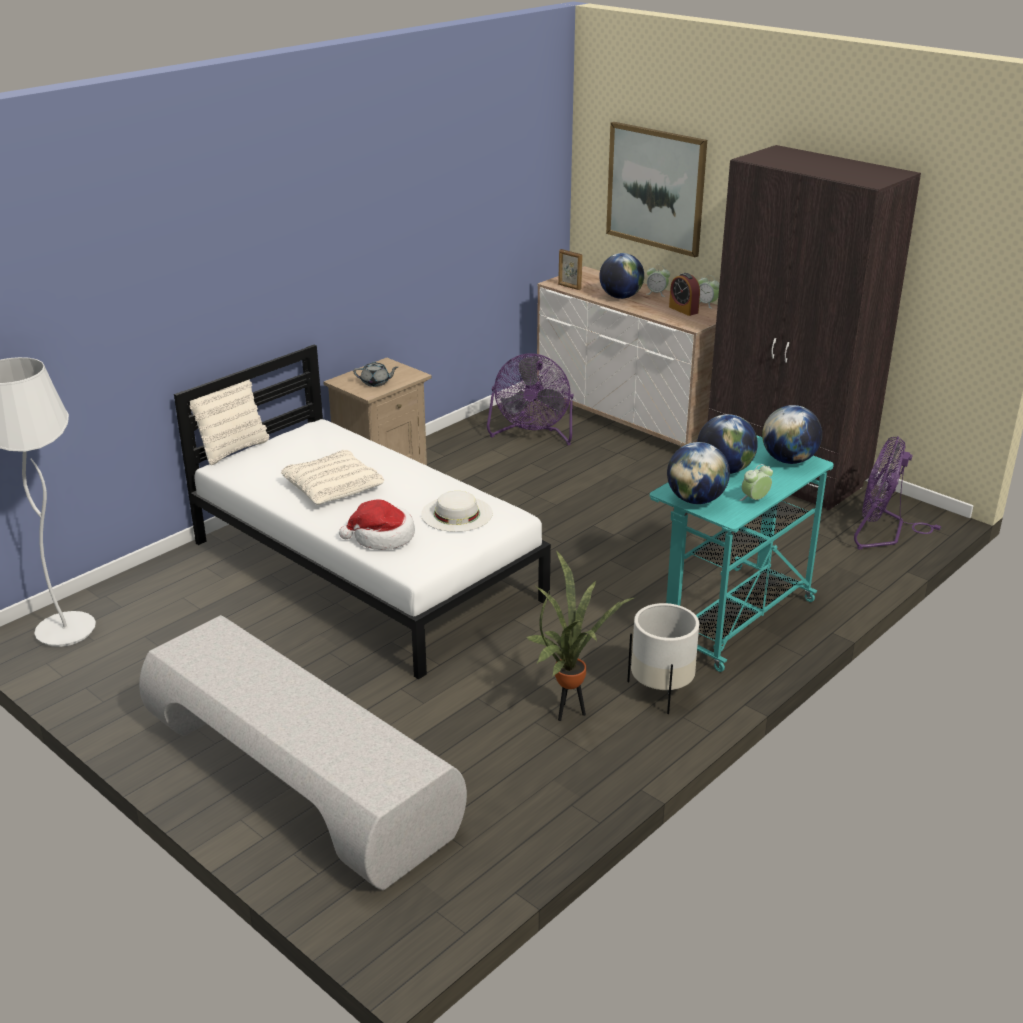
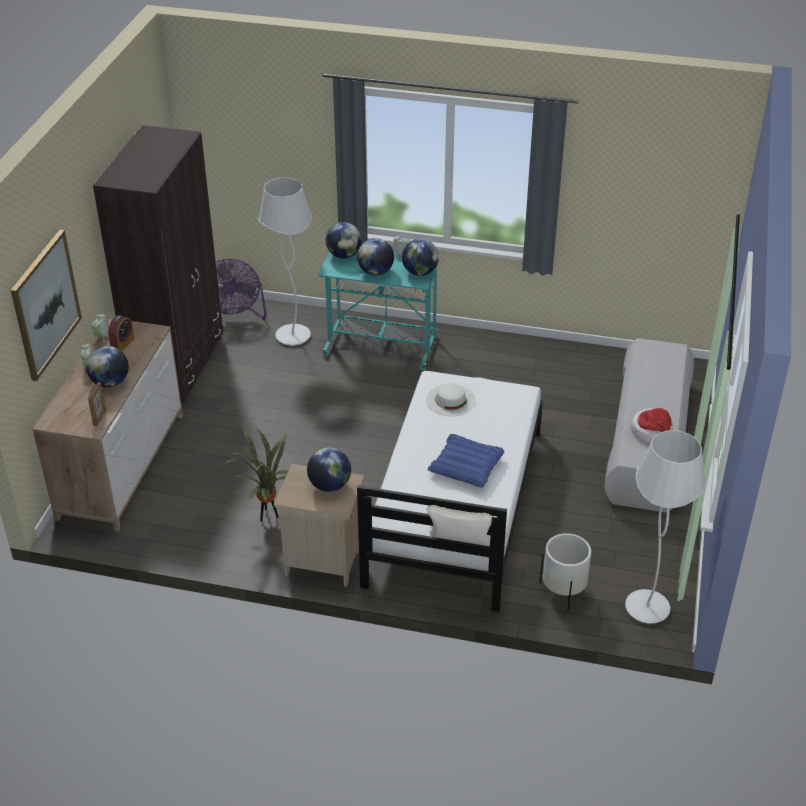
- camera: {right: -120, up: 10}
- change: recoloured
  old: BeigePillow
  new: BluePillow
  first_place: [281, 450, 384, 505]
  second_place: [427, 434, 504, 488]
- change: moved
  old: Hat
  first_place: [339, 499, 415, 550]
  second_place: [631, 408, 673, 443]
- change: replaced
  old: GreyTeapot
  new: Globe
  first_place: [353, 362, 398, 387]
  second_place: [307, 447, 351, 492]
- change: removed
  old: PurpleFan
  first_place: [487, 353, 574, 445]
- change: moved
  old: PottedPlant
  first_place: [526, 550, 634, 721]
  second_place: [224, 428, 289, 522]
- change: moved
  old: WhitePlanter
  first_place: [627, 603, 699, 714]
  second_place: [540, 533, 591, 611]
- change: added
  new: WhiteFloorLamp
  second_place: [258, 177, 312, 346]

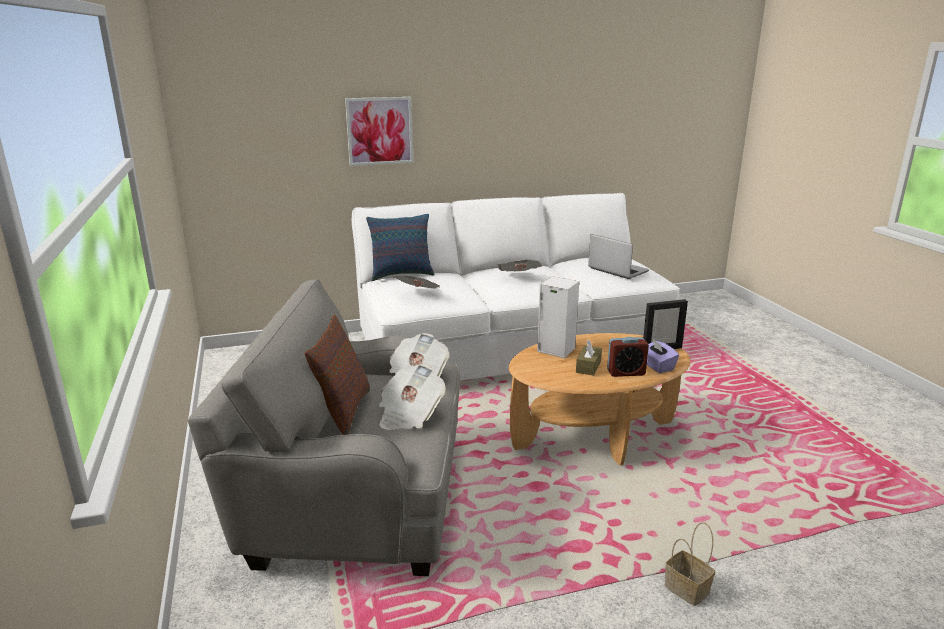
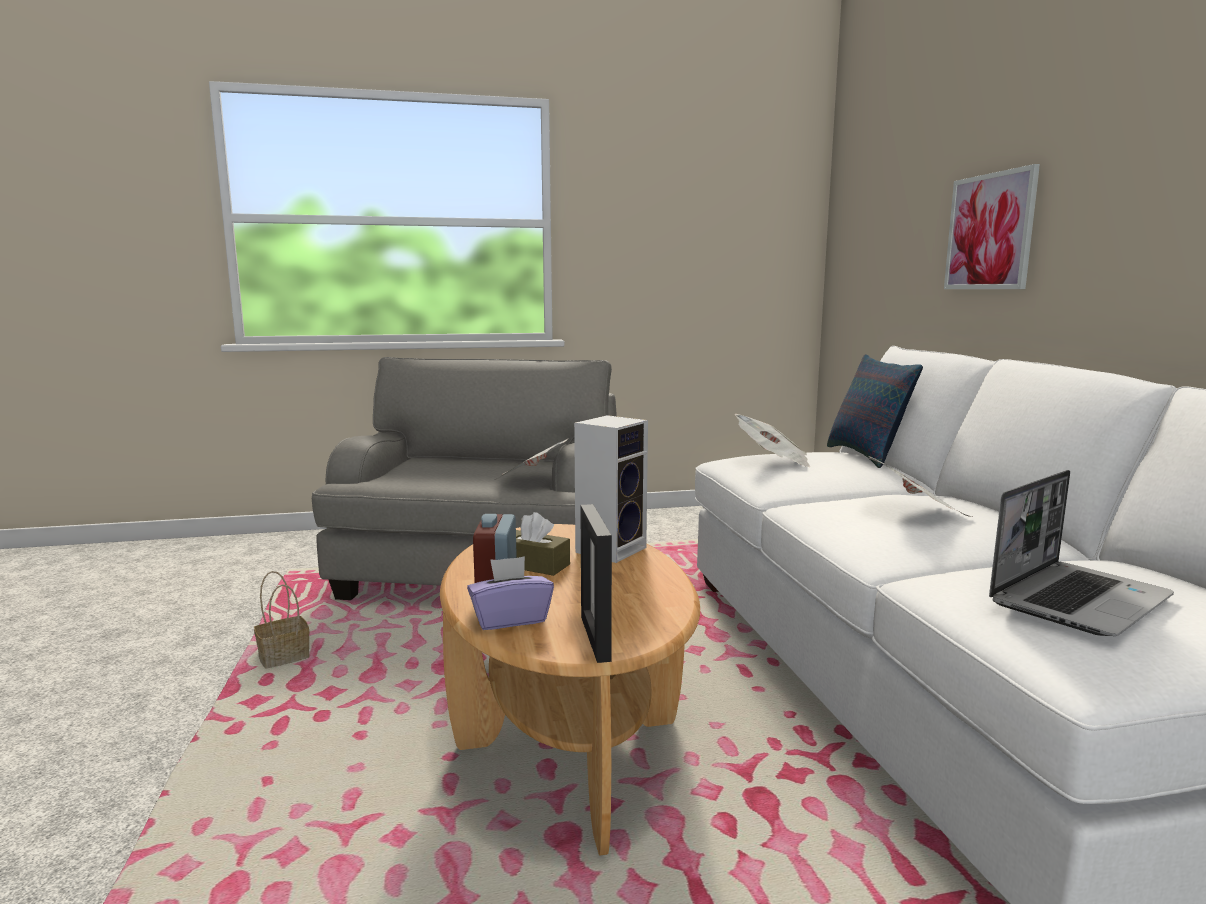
- camera: {right: 95, up: -10}
- change: removed
  old: BrownPillow
  first_place: [305, 315, 370, 435]
- change: removed
  old: Newspaper
  first_place: [379, 364, 446, 430]
- change: moved
  old: Basket
  first_place: [664, 522, 715, 606]
  second_place: [254, 571, 310, 669]

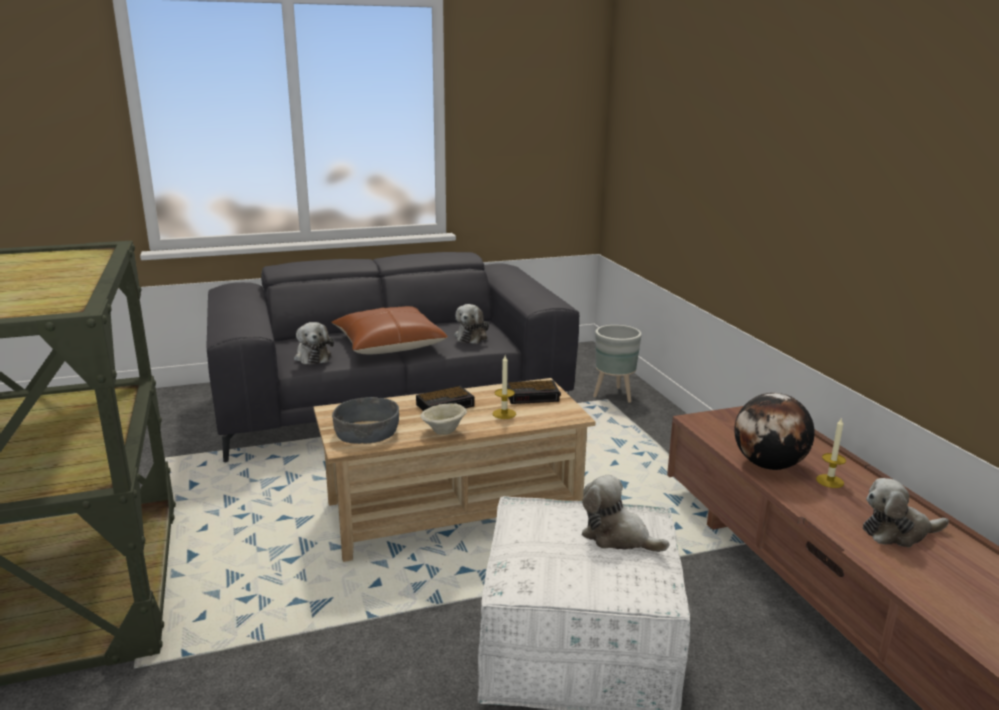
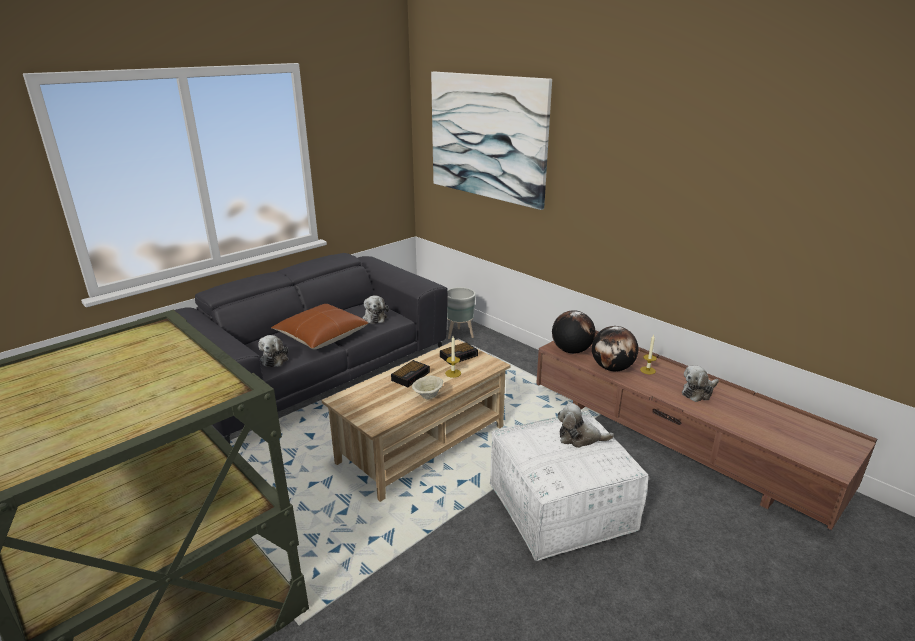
- camera: {right: -25, up: 5}
- change: turned
  old: PlushToy
  first_place: [294, 322, 334, 365]
  second_place: [258, 335, 288, 367]
  degrees: 45
- change: removed
  old: GreyBowl
  first_place: [332, 397, 399, 444]
- change: added
  new: Picture
  second_place: [431, 72, 552, 210]
- change: added
  new: Globe
  second_place: [552, 310, 596, 354]

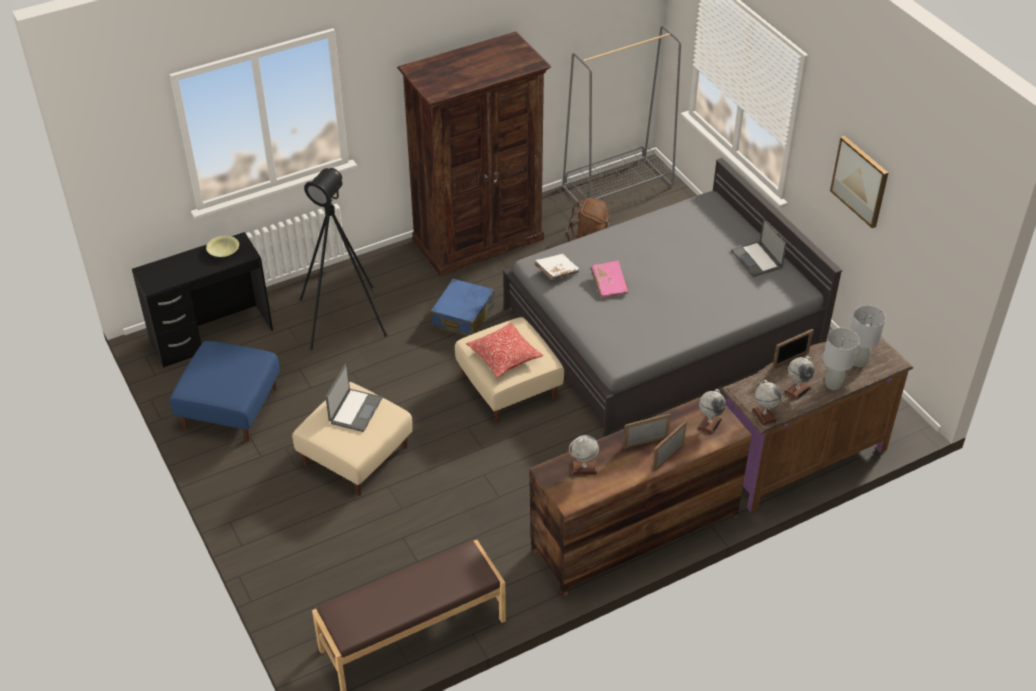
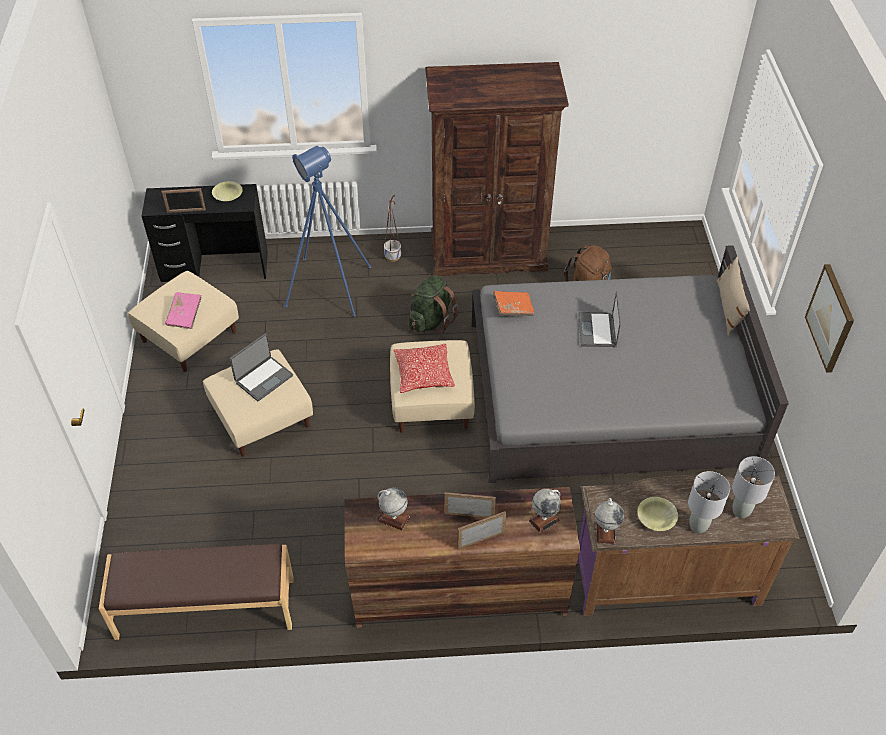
- camera: {right: 25, up: 5}
- change: recoloured
  old: BlueOttoman
  new: BeigeOttoman
  first_place: [170, 341, 280, 442]
  second_place: [128, 271, 239, 372]
- change: recoloured
  old: BlackFloorLamp
  new: BlueFloorLamp
  first_place: [299, 168, 387, 350]
  second_place: [284, 146, 371, 317]
- change: replaced
  old: BlueSuitcase
  new: GreenBackpack
  first_place: [431, 279, 495, 337]
  second_place: [409, 275, 458, 334]
- change: recoloured
  old: WhiteBook
  new: OrangeBook
  first_place: [534, 254, 579, 280]
  second_place: [493, 291, 534, 316]
- change: removed
  old: GreyClothesRack
  first_place: [562, 26, 681, 207]
- change: moved
  old: PinkBook
  first_place: [591, 260, 629, 298]
  second_place: [165, 292, 201, 329]
- change: moved
  old: Laptop
  first_place: [731, 218, 787, 277]
  second_place: [578, 291, 621, 347]
- change: moved
  old: PictureFrame
  first_place: [772, 329, 813, 369]
  second_place: [161, 188, 206, 213]
- change: replaced
  old: Globe
  new: YellowBowl
  first_place: [784, 357, 815, 400]
  second_place: [637, 497, 678, 531]
- change: added
  new: Planter
  second_place: [384, 195, 401, 262]
- change: added
  new: BeigePillow
  second_place: [717, 257, 750, 336]

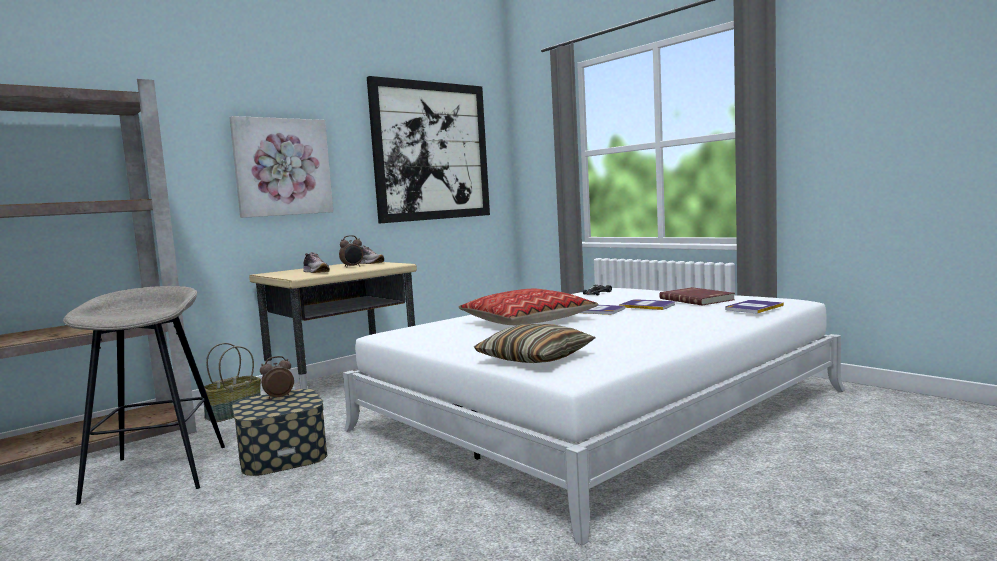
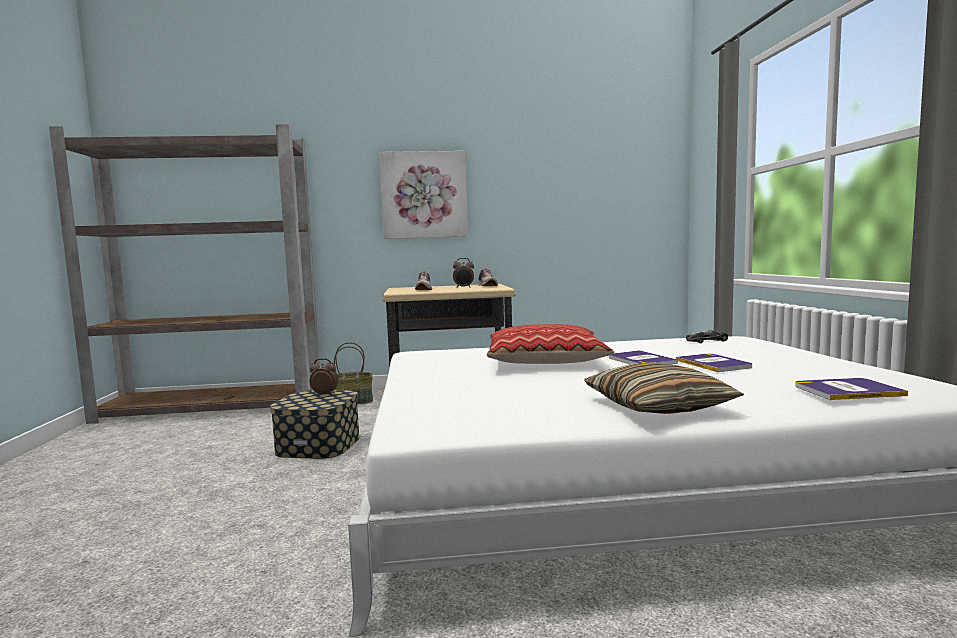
- camera: {right: 35, up: 0}
- change: removed
  old: GreyStool
  first_place: [63, 286, 225, 505]
- change: removed
  old: Picture
  first_place: [367, 76, 490, 223]
- change: moved
  old: Pillow
  first_place: [473, 324, 596, 363]
  second_place: [584, 362, 744, 414]
- change: removed
  old: RedBook
  first_place: [659, 287, 735, 306]

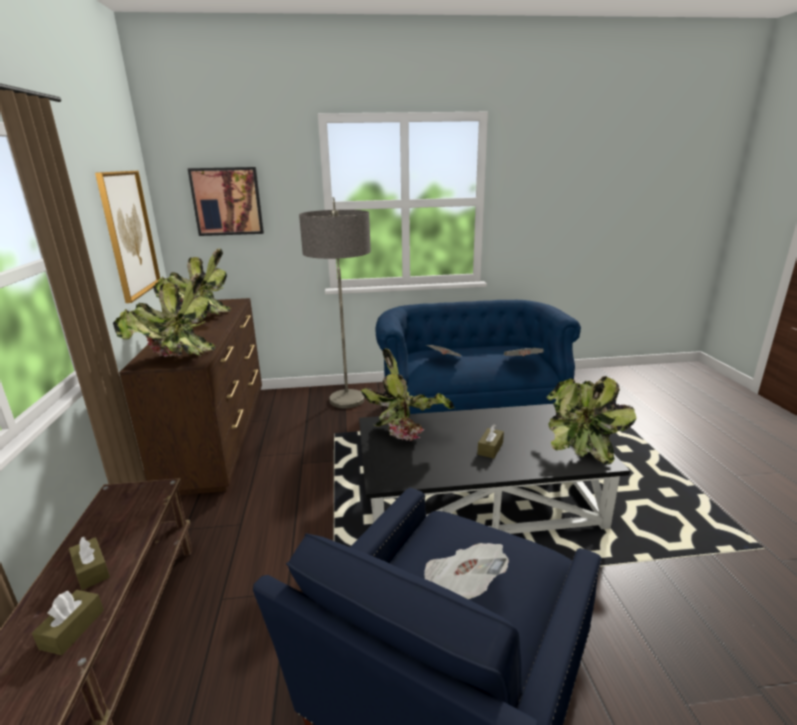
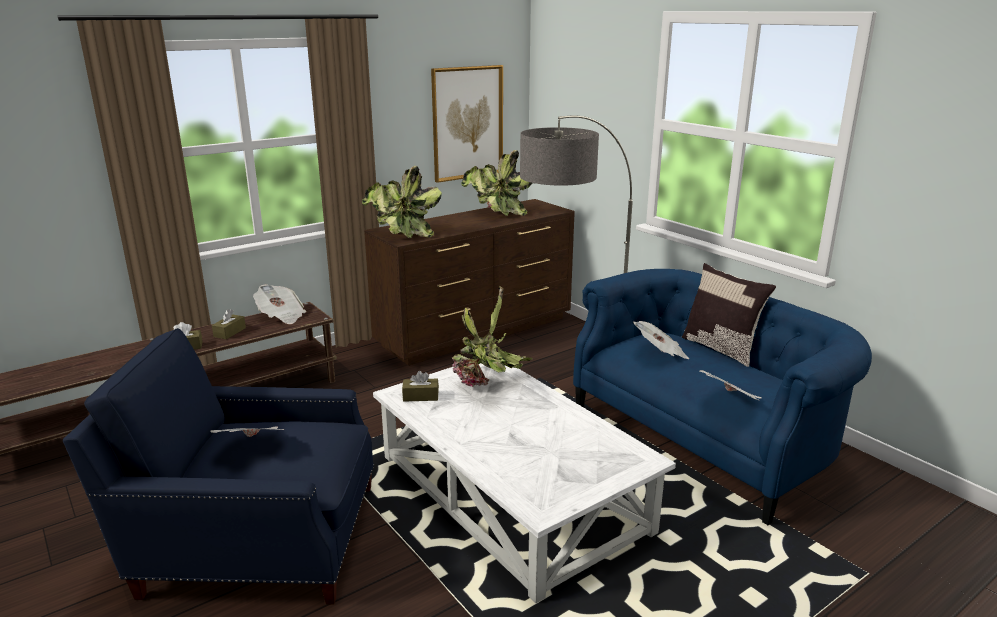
- camera: {right: 60, up: 0}
- change: removed
  old: Picture
  first_place: [188, 167, 264, 236]
- change: recoloured
  old: BlackCoffeeTable
  new: WhiteCoffeeTable
  first_place: [359, 404, 630, 534]
  second_place: [373, 363, 676, 603]
- change: moved
  old: BrownTissueBox
  first_place: [477, 424, 504, 459]
  second_place: [402, 371, 439, 402]
- change: removed
  old: PottedPlant
  first_place: [546, 376, 636, 464]
- change: added
  new: Newspaper
  second_place: [253, 284, 306, 324]
- change: added
  new: Pillow
  second_place: [682, 263, 776, 367]

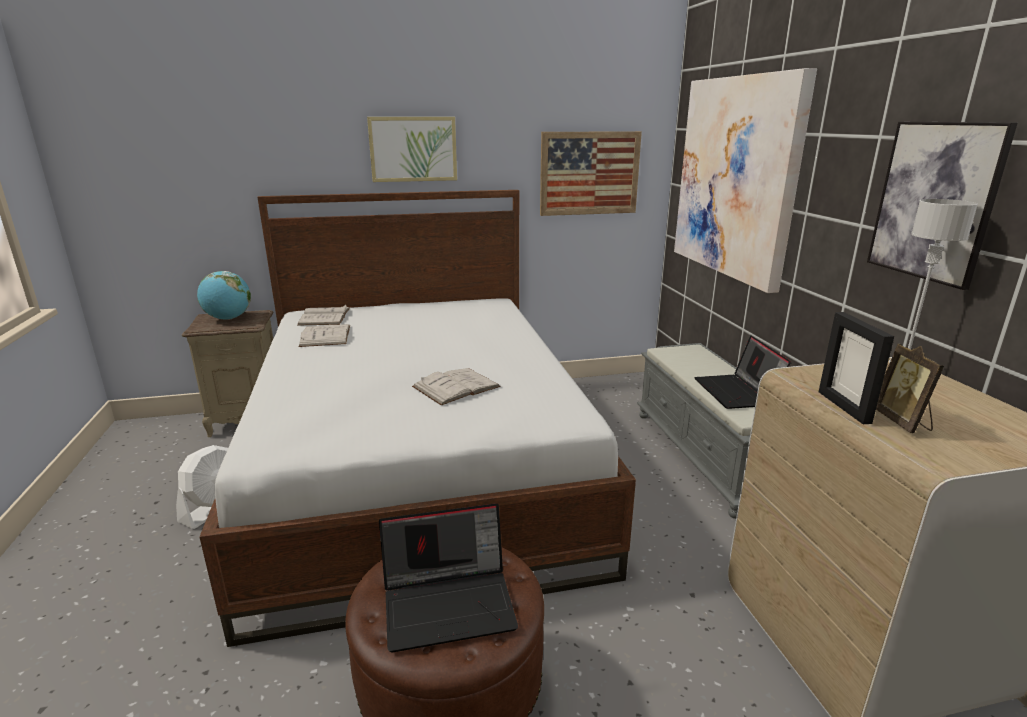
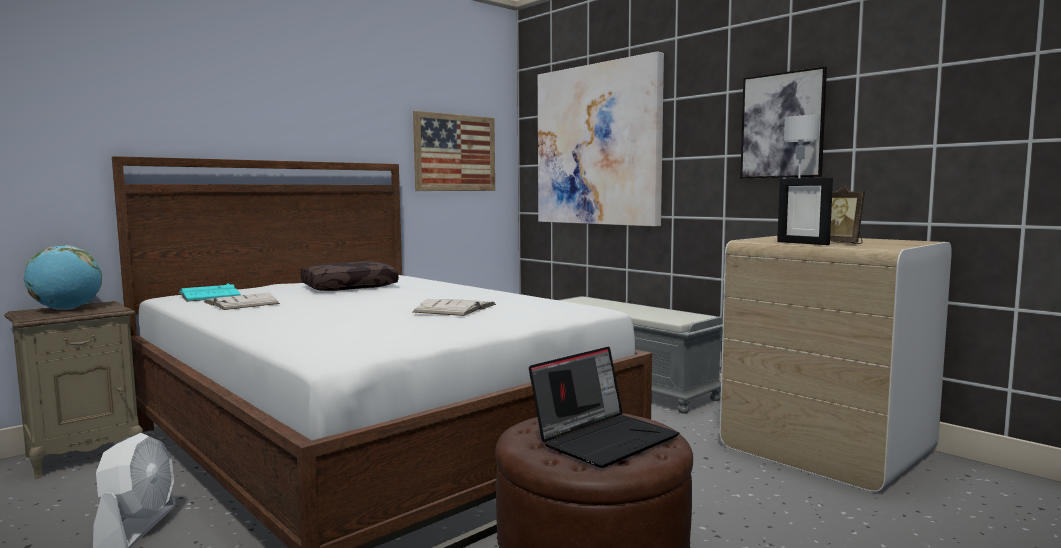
- camera: {right: -30, up: -15}
- change: recoloured
  old: WhiteBook
  new: TurquoiseBook
  first_place: [297, 304, 350, 326]
  second_place: [179, 283, 241, 302]
- change: removed
  old: Picture
  first_place: [367, 117, 457, 182]
- change: removed
  old: Laptop
  first_place: [695, 335, 791, 409]
- change: added
  new: BrownPillow
  second_place: [301, 262, 399, 291]

